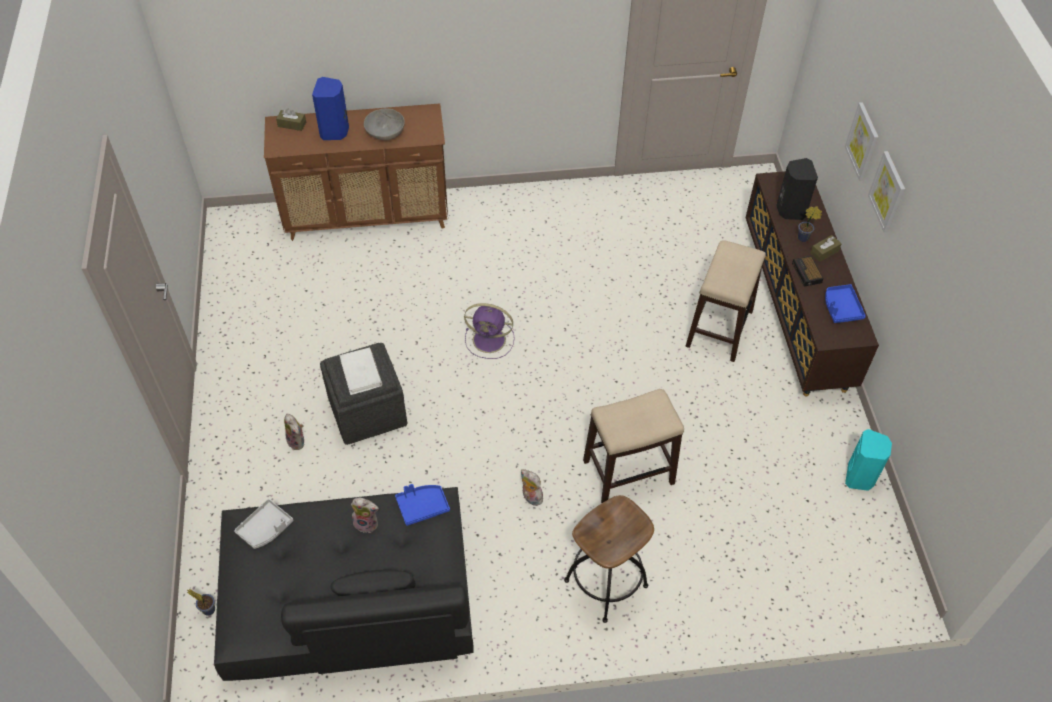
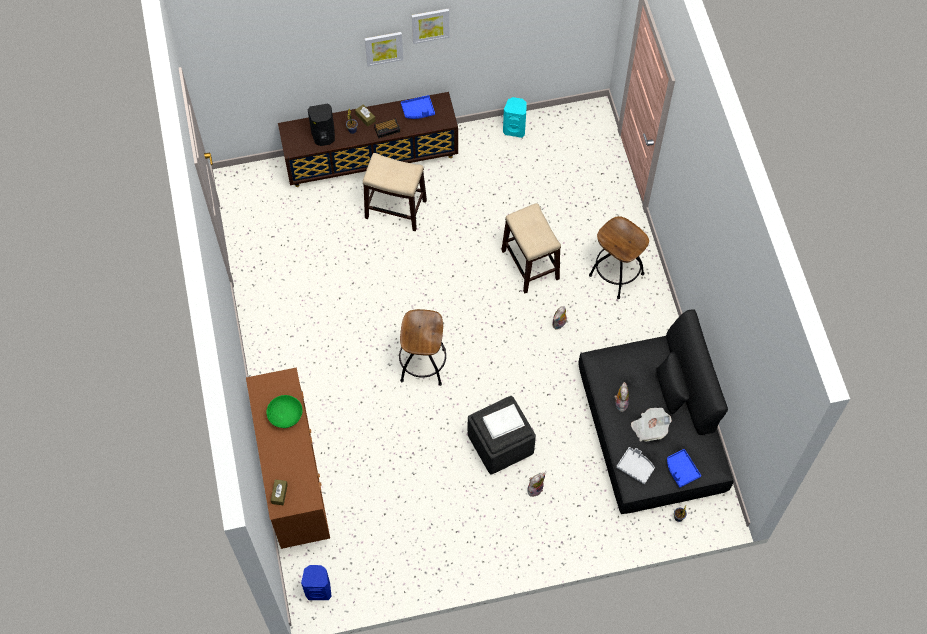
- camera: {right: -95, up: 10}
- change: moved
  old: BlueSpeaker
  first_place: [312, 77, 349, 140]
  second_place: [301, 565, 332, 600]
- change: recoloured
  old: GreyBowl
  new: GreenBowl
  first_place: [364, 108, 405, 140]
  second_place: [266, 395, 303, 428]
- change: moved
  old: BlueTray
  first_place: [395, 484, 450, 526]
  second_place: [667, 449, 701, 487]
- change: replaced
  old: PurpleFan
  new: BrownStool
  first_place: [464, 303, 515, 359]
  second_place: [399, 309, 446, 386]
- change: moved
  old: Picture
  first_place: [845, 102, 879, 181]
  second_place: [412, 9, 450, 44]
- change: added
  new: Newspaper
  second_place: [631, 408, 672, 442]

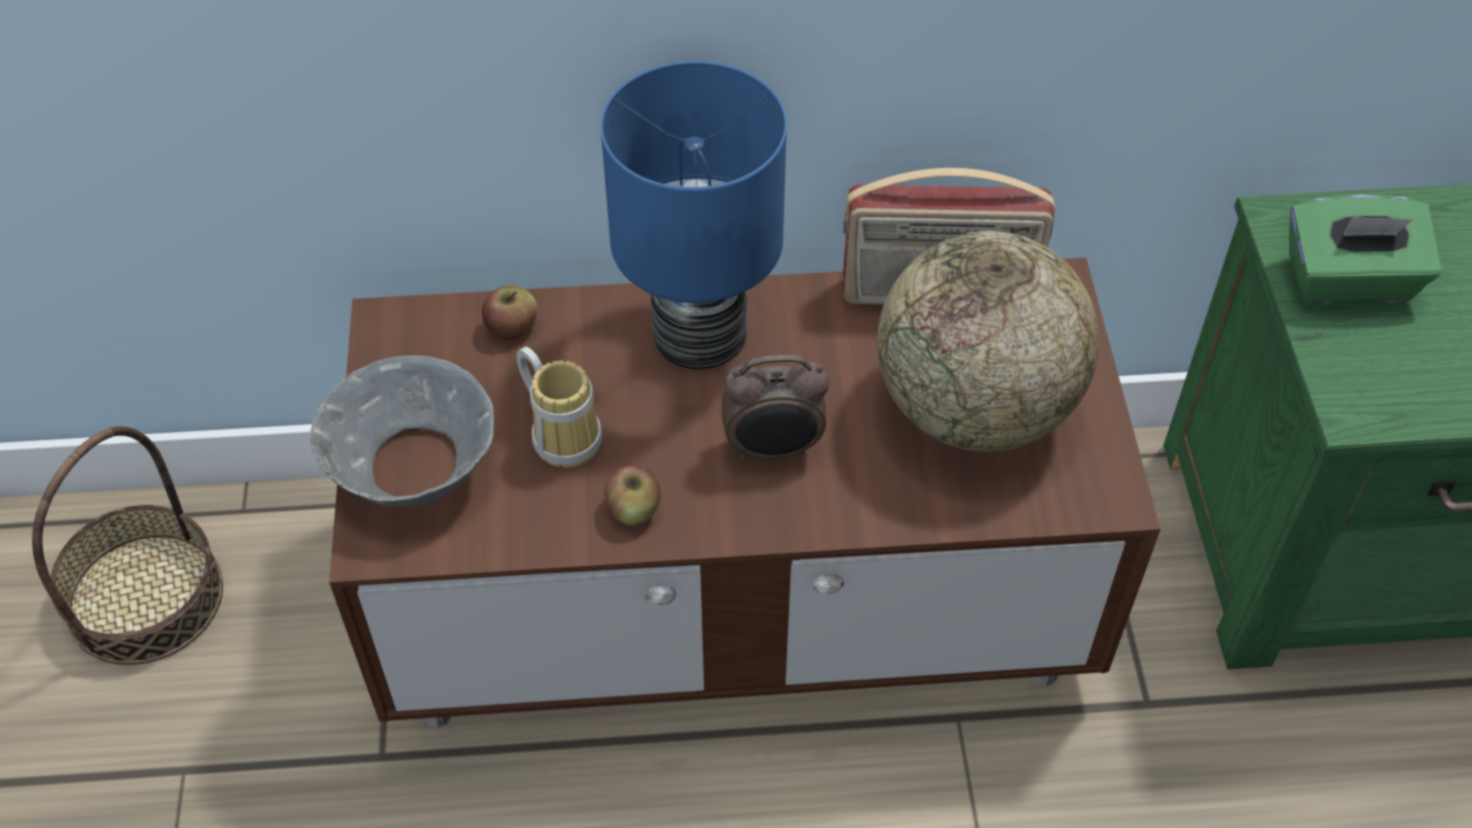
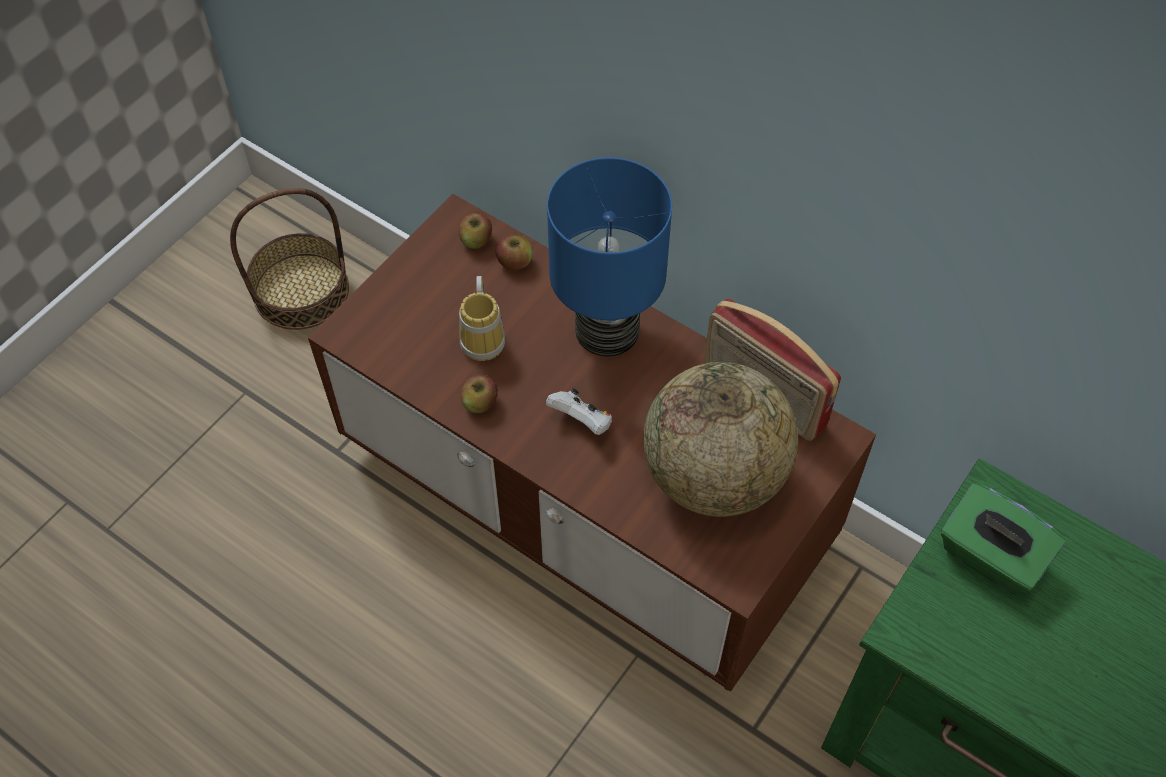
- camera: {right: 40, up: 5}
- change: removed
  old: GreyBowl
  first_place: [310, 356, 494, 507]
- change: replaced
  old: AlarmClock
  new: WhiteGameController
  first_place: [722, 355, 830, 461]
  second_place: [546, 388, 612, 435]
- change: added
  new: Apple
  second_place: [459, 212, 492, 249]

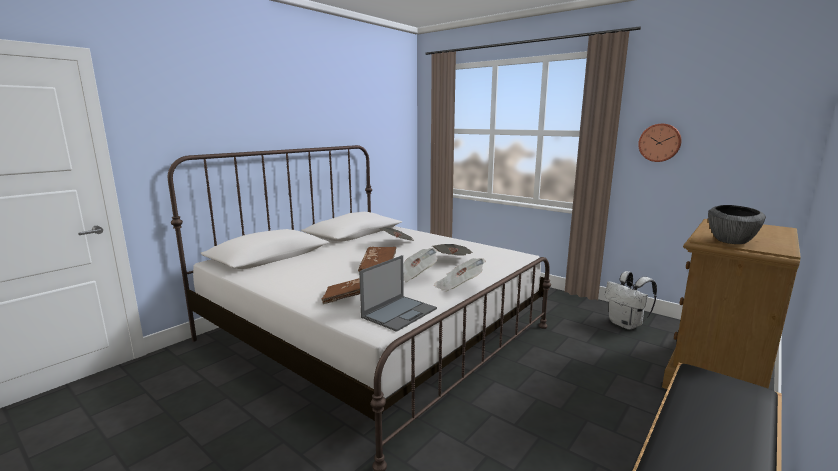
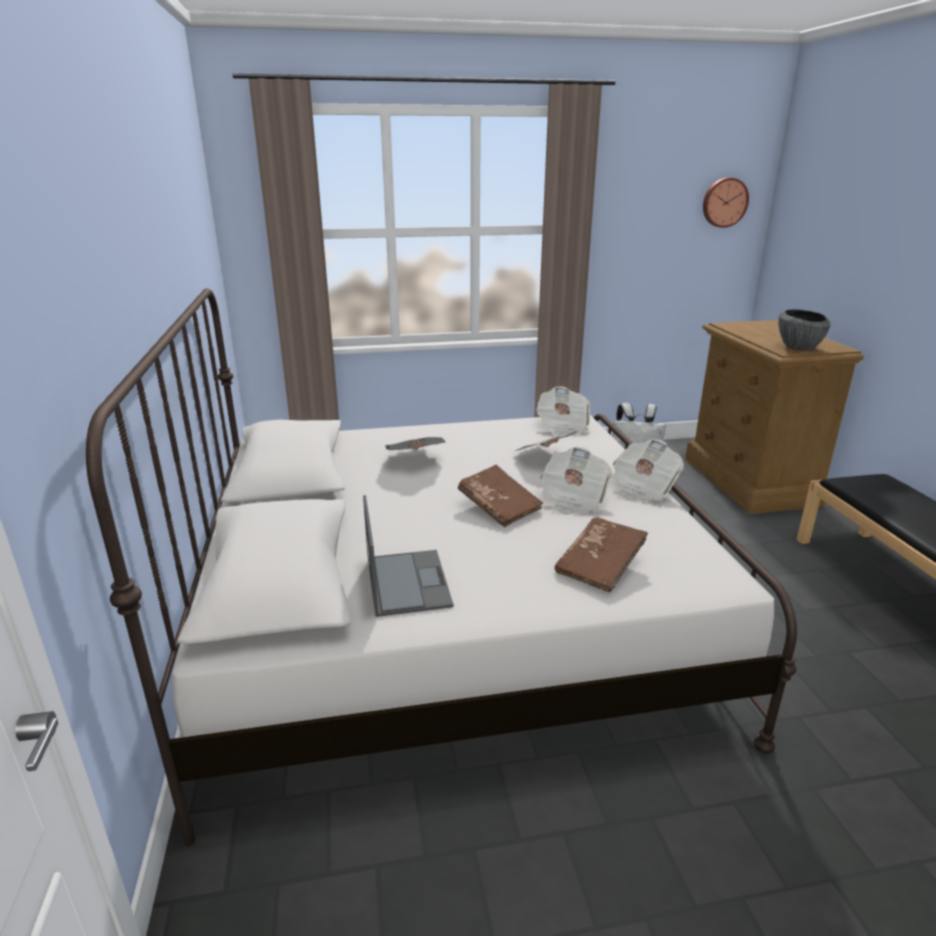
- camera: {right: -50, up: 10}
- change: moved
  old: Laptop
  first_place: [359, 255, 437, 332]
  second_place: [363, 495, 453, 617]
- change: moved
  old: WallClock
  first_place: [638, 124, 682, 162]
  second_place: [703, 178, 749, 228]
- change: added
  new: Newspaper
  second_place: [536, 386, 590, 437]

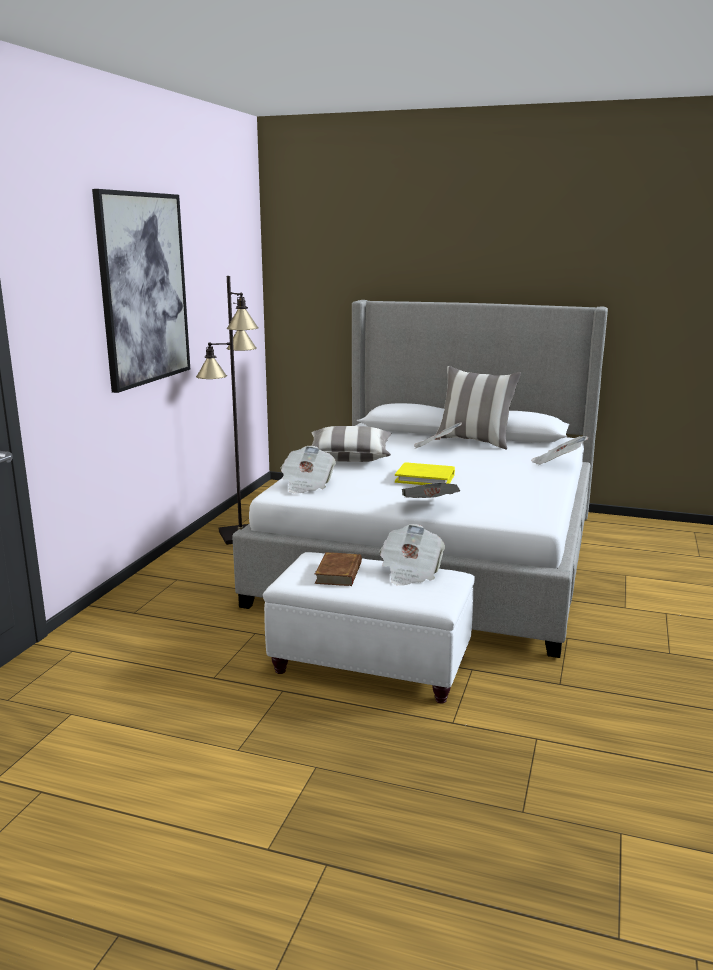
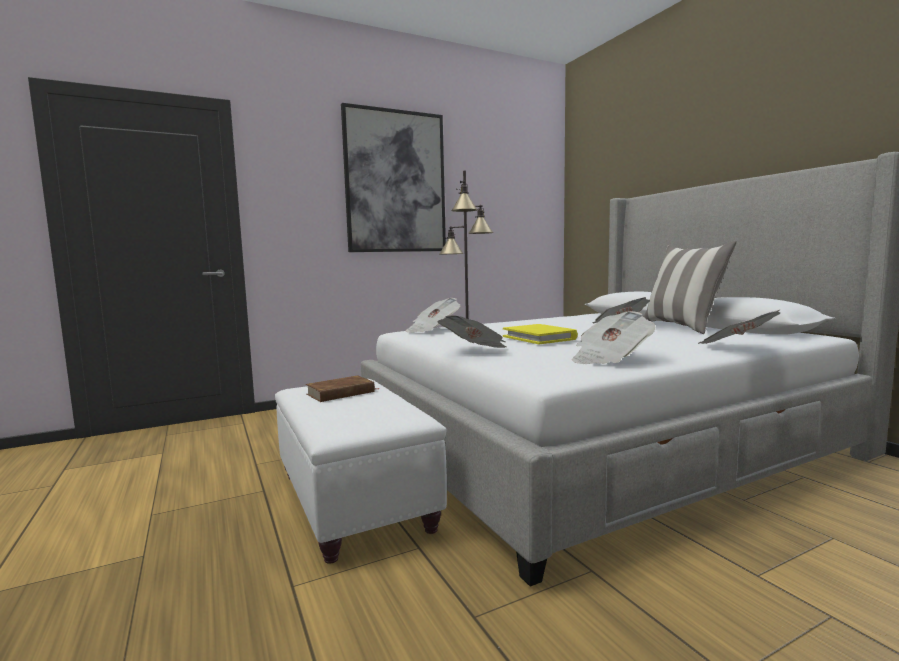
- camera: {right: 45, up: -10}
- change: removed
  old: Pillow
  first_place: [311, 426, 391, 462]
- change: moved
  old: Newspaper
  first_place: [380, 524, 445, 586]
  second_place: [572, 311, 655, 364]

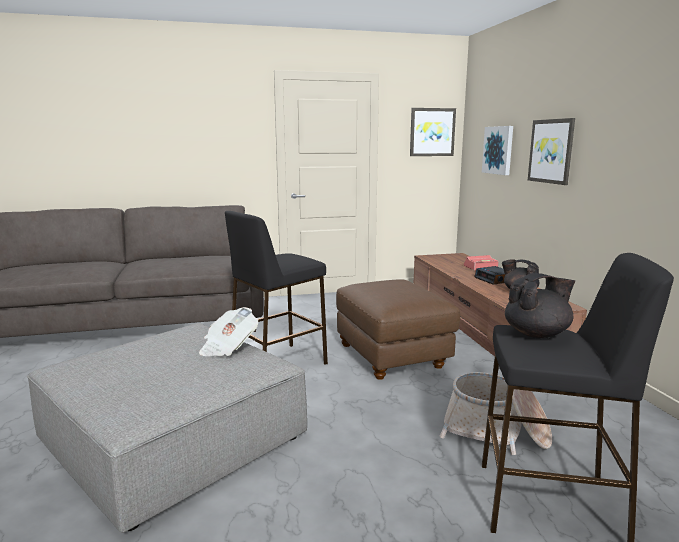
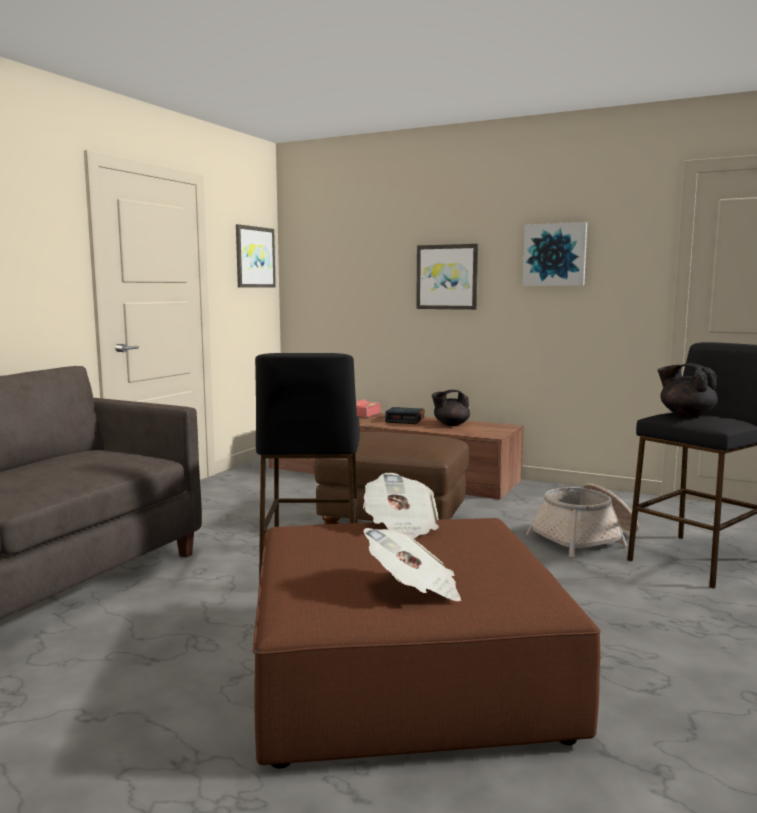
- camera: {right: -50, up: -5}
- change: recoloured
  old: GreyOttoman
  new: BrownOttoman
  first_place: [27, 323, 307, 533]
  second_place: [253, 518, 600, 768]
- change: moved
  old: Picture
  first_place: [482, 126, 513, 175]
  second_place: [523, 222, 587, 286]
- change: turned
  old: BlackTeapot
  first_place: [505, 273, 575, 338]
  second_place: [658, 363, 718, 417]
  degrees: -60
- change: added
  new: Newspaper
  second_place: [363, 528, 461, 601]

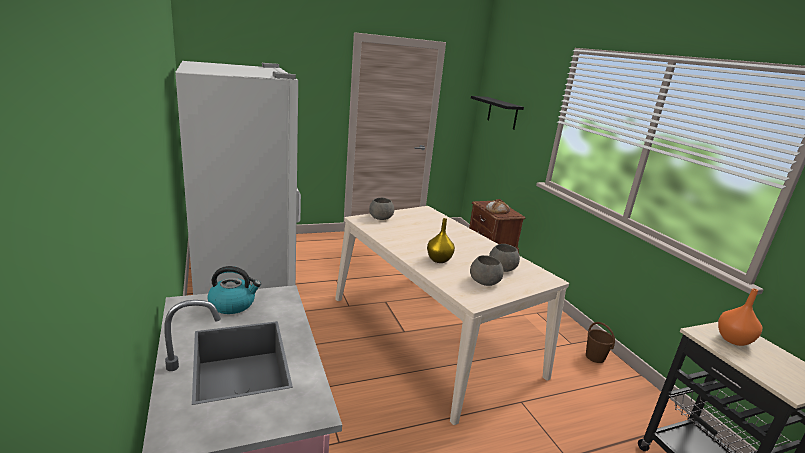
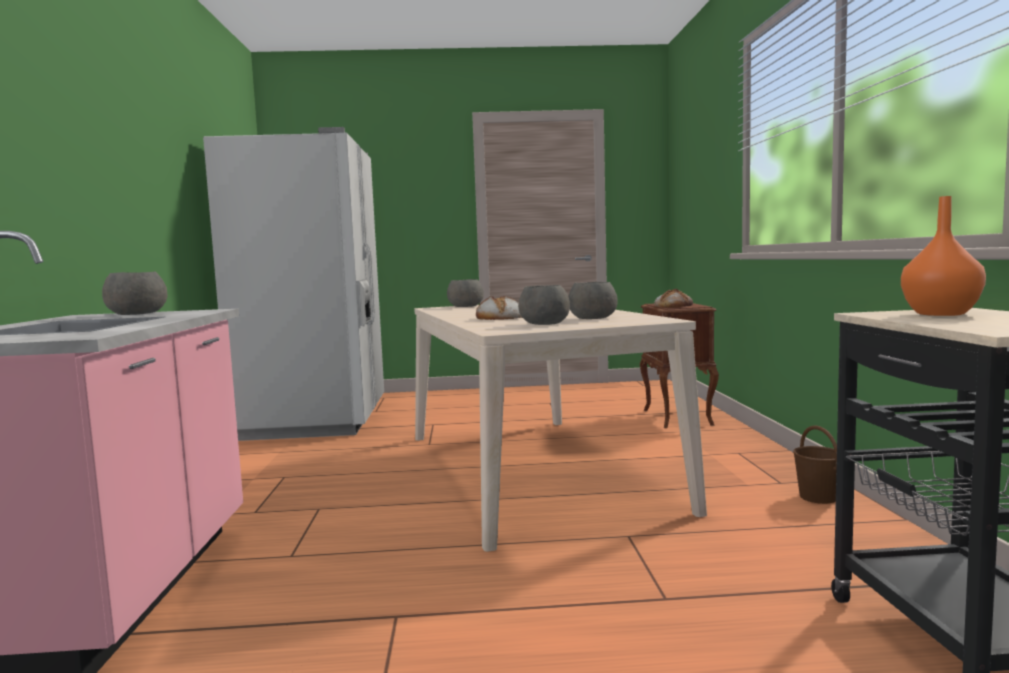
- camera: {right: 20, up: -15}
- change: replaced
  old: Kettle
  new: GreyBowl
  first_place: [207, 266, 261, 314]
  second_place: [102, 271, 167, 315]
- change: replaced
  old: YellowVase
  new: Bread
  first_place: [427, 218, 455, 263]
  second_place: [476, 296, 522, 320]
- change: removed
  old: BlackShelf
  first_place: [471, 96, 524, 130]

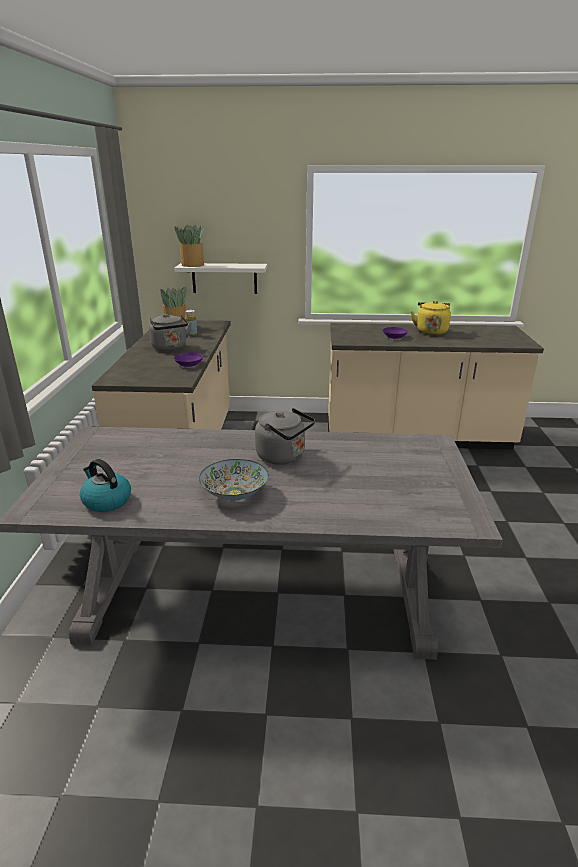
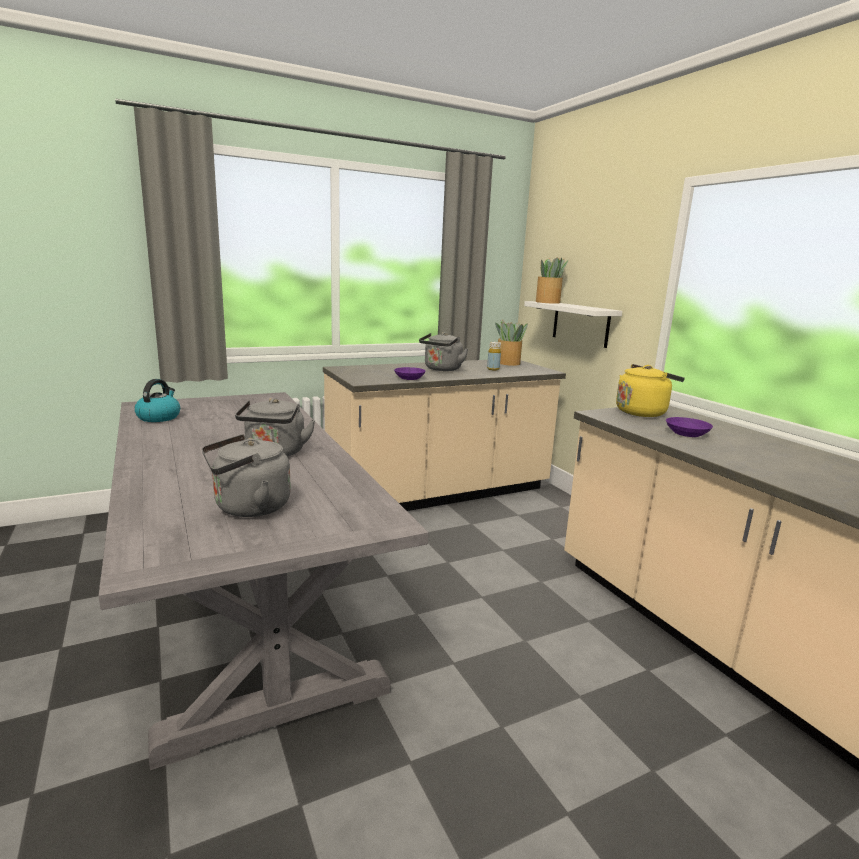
- camera: {right: 60, up: -10}
- change: removed
  old: Bowl
  first_place: [199, 459, 268, 501]
- change: moved
  old: YellowKettle
  first_place: [411, 301, 451, 335]
  second_place: [616, 364, 685, 417]
- change: added
  new: GreyKettle
  second_place: [202, 434, 291, 517]

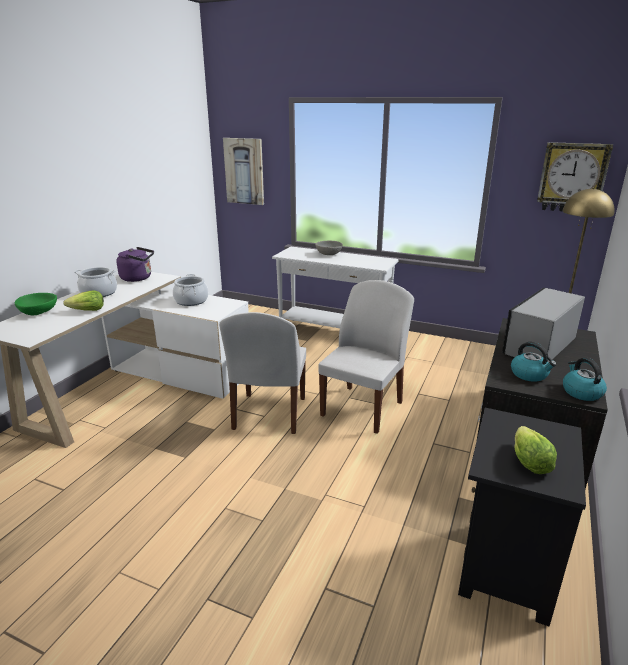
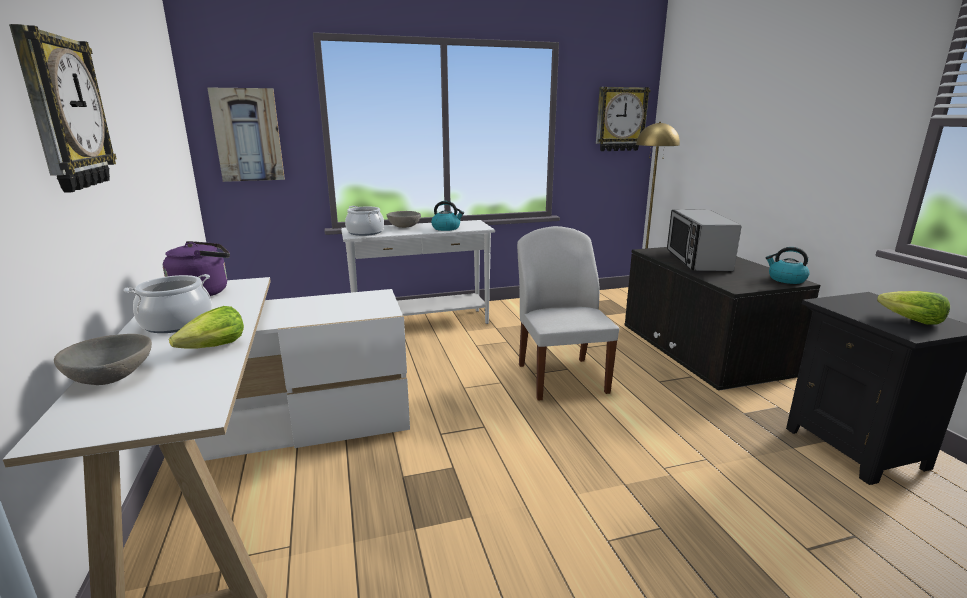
- camera: {right: -40, up: -5}
- change: recoloured
  old: GreenBowl
  new: GreyBowl
  first_place: [15, 293, 57, 315]
  second_place: [54, 334, 152, 385]
- change: moved
  old: CookingPot
  first_place: [173, 274, 208, 306]
  second_place: [345, 206, 384, 236]
- change: removed
  old: WhiteChair
  first_place: [219, 312, 306, 434]
- change: moved
  old: Kettle
  first_place: [511, 342, 557, 382]
  second_place: [431, 201, 464, 231]
- change: added
  new: WallClock
  second_place: [9, 24, 117, 193]

